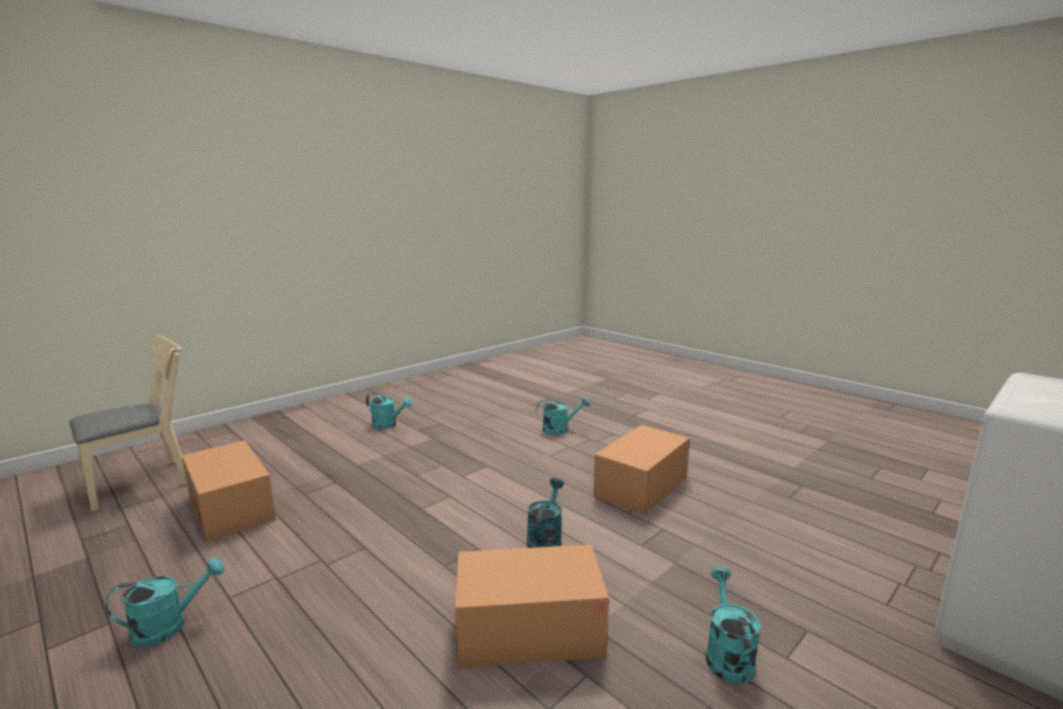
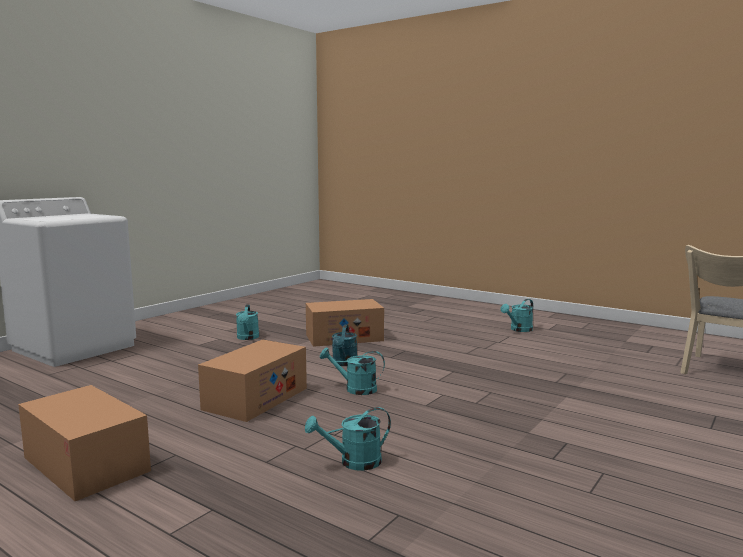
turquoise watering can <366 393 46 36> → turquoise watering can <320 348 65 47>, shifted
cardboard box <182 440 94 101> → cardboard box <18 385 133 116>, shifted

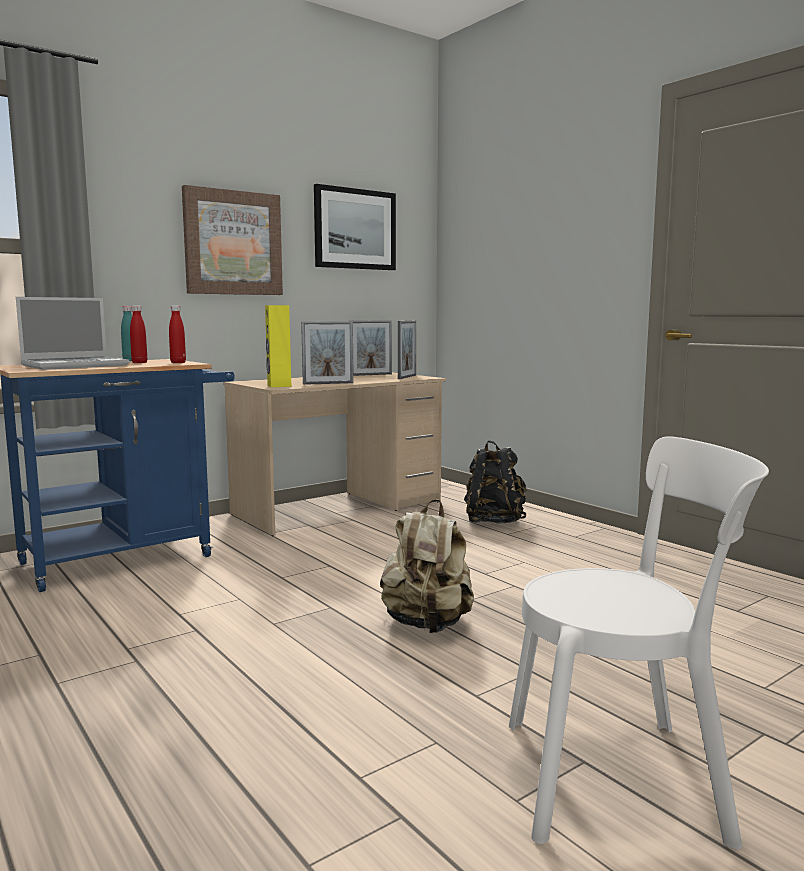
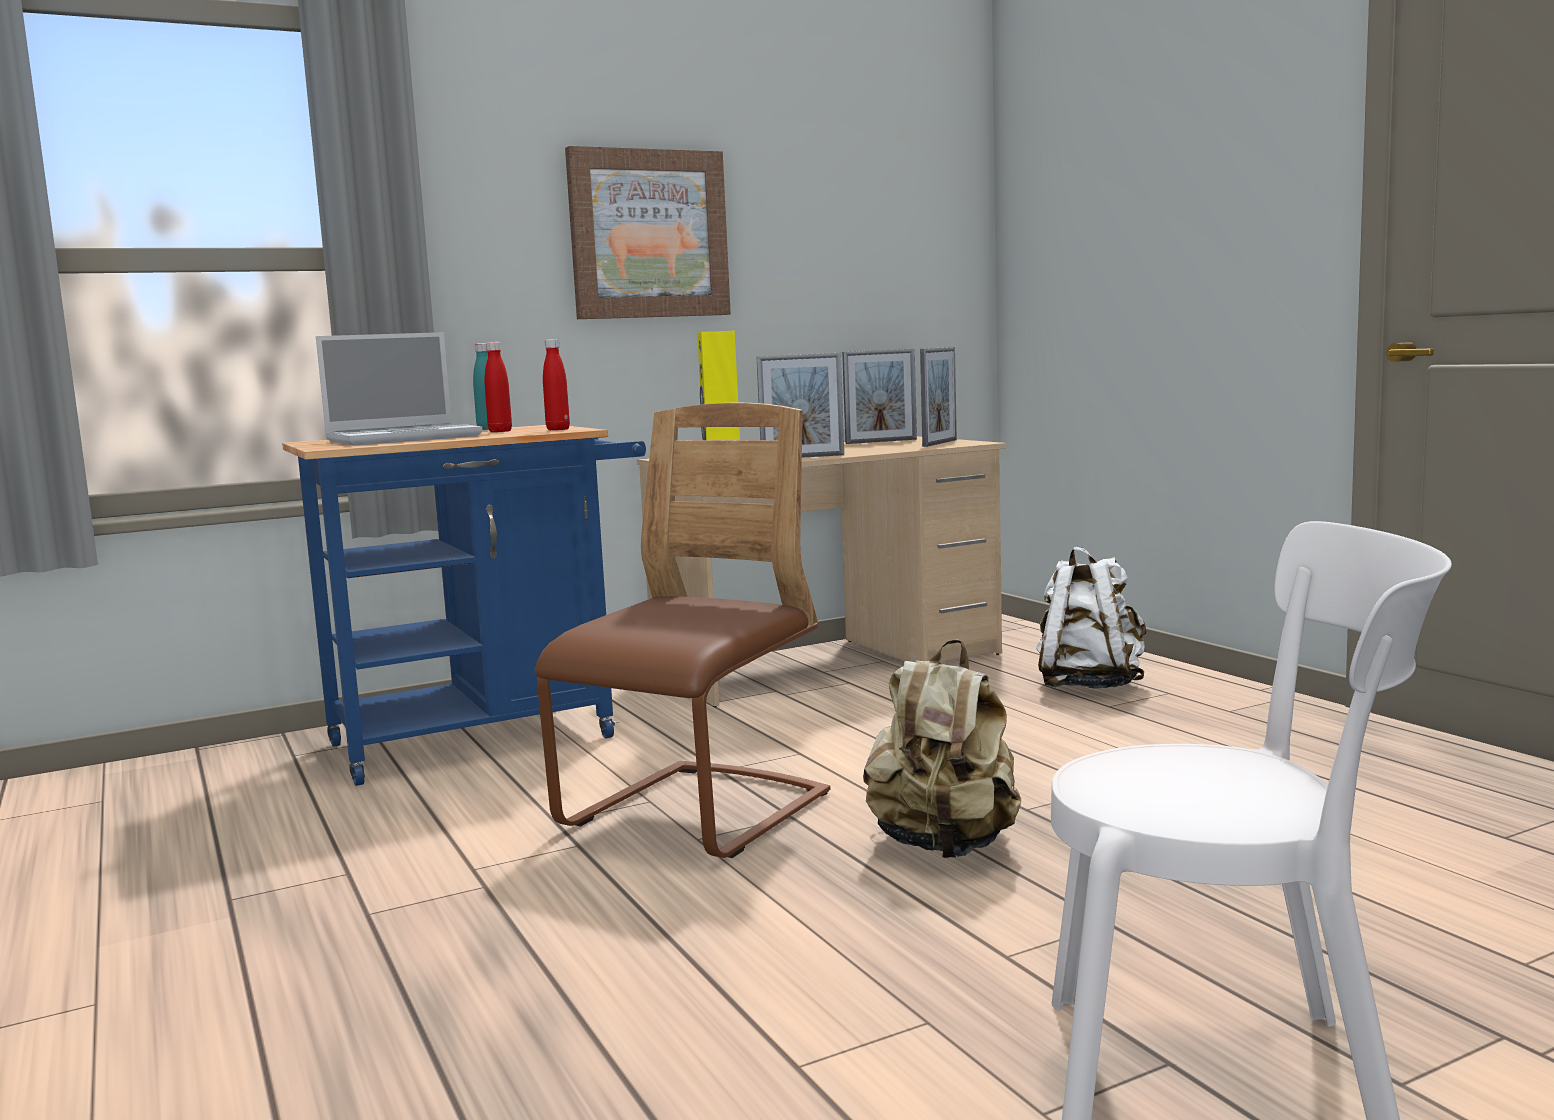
picture <314 184 82 86> → -
black backpack <464 441 63 83> → white backpack <1036 547 110 142>
- → brown chair <535 403 295 455>

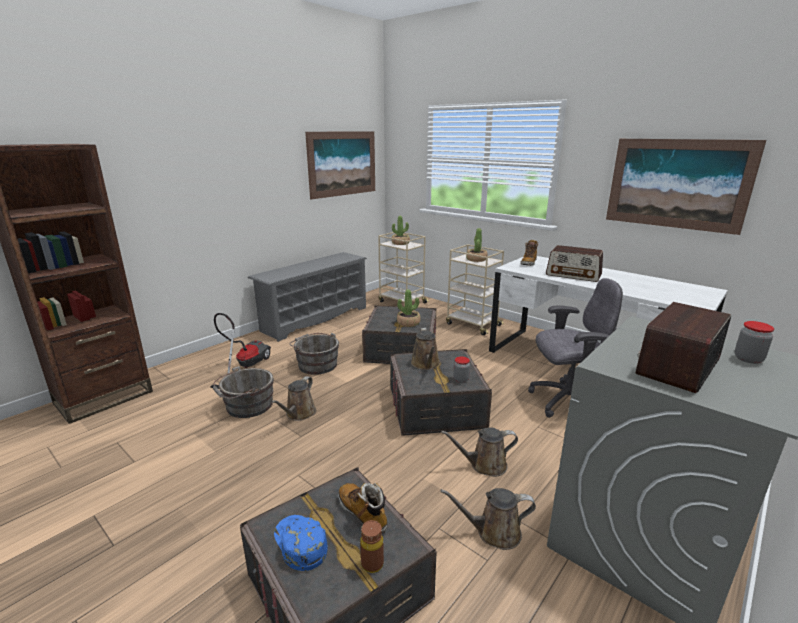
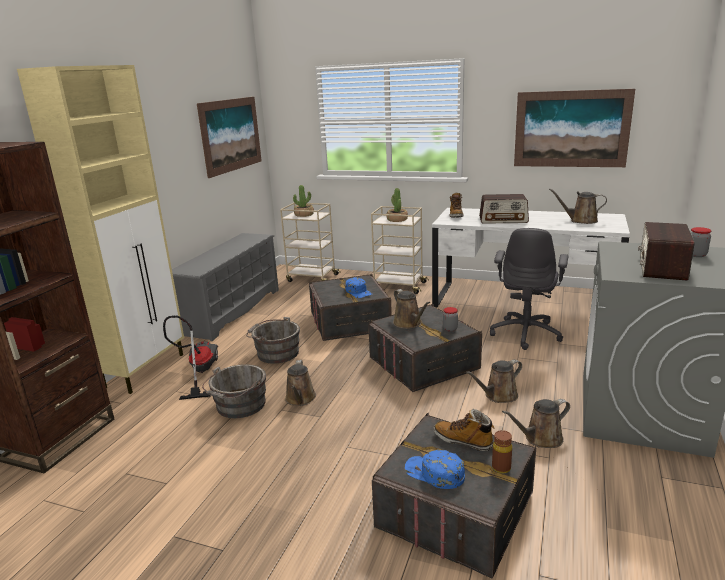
grey office chair <528 278 95 140> → grey office chair <490 228 78 122>, 135 degrees clockwise
potted plant <397 289 24 38> → blue cap <345 277 27 21>
- → beige cabinet <17 65 167 329>
- → brown watering can <549 189 58 35>

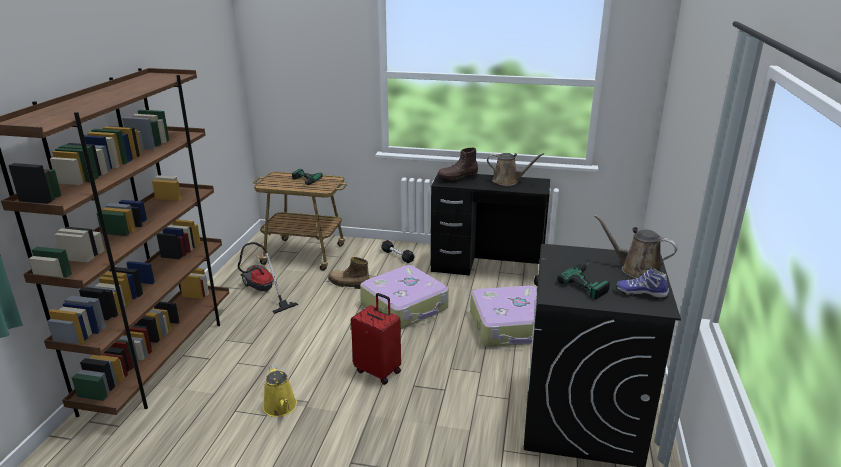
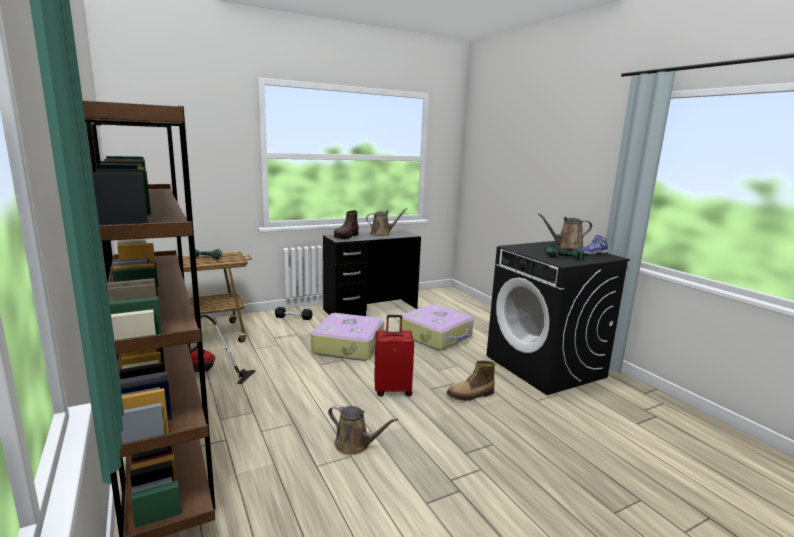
boot <328 257 41 32> → boot <447 361 48 40>, shifted
yellow watering can <263 365 34 52> → brown watering can <328 405 70 50>

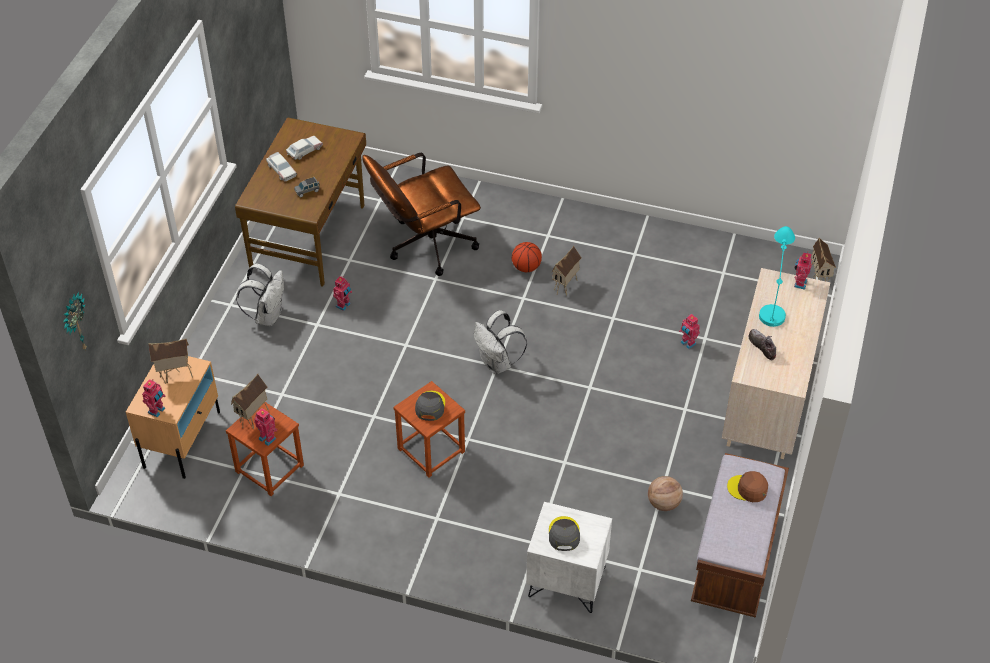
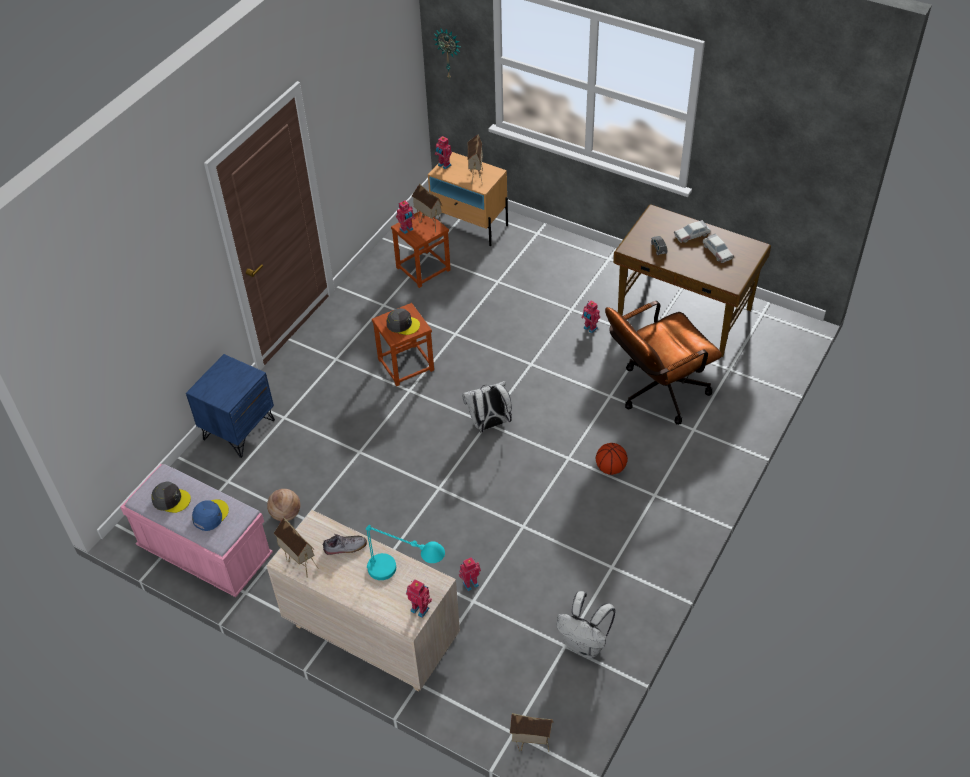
brown office chair <362 153 119 123> → brown office chair <605 301 117 124>, 105 degrees counterclockwise
toy house <552 246 29 50> → toy house <273 517 46 61>, shifted
white backpack <236 263 48 63> → white backpack <556 591 59 67>, shifted
brown bench <691 453 98 165> → pink bench <120 464 153 133>
brown cap <727 471 41 31> → blue cap <192 499 37 32>
white nightstand <526 502 86 111> → blue nightstand <186 354 89 104>
grey cap <549 516 31 35> → grey cap <151 481 40 32>, shifted

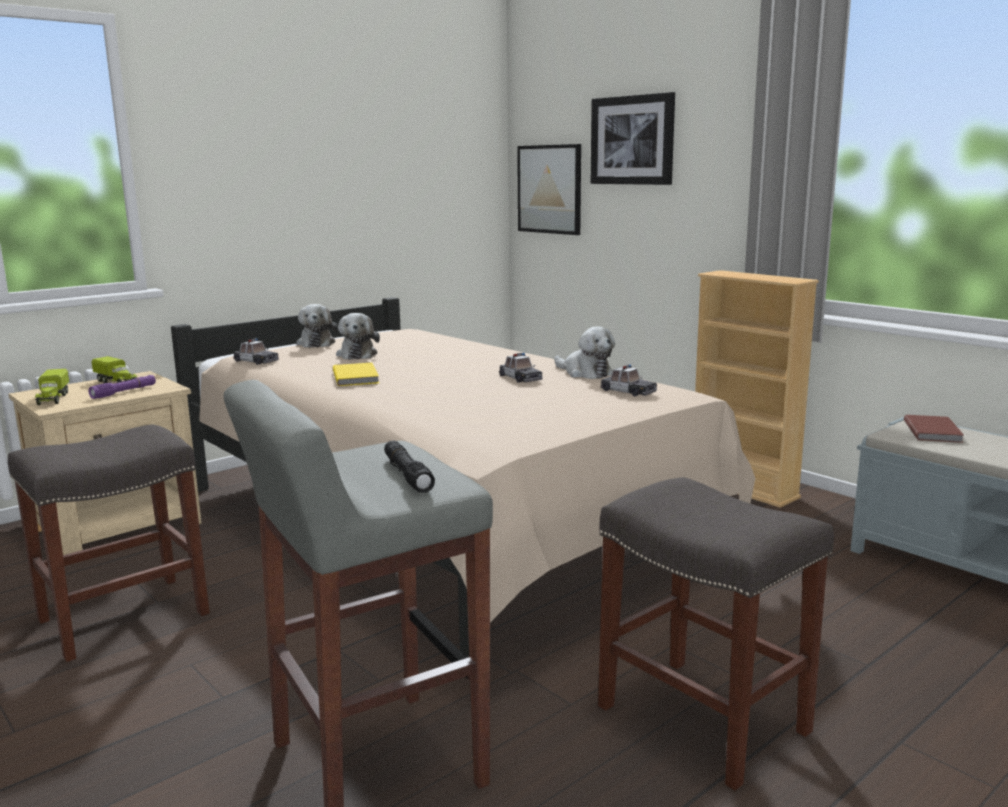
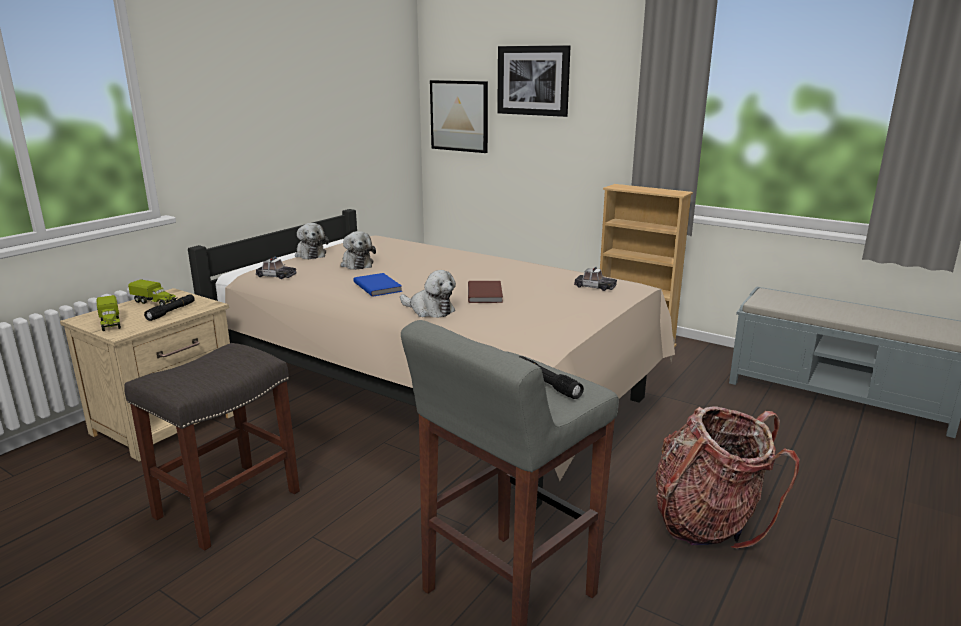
plush toy <554 327 61 52> → plush toy <400 270 56 48>, shifted
toy car <499 353 44 29> → -
yellow book <333 363 46 23> → blue book <353 273 49 24>
purple flashlight <88 375 68 24> → black flashlight <144 294 51 27>
brown book <904 415 60 28> → brown book <468 281 35 22>, shifted
grey stool <598 477 236 314> → backpack <655 407 145 142>

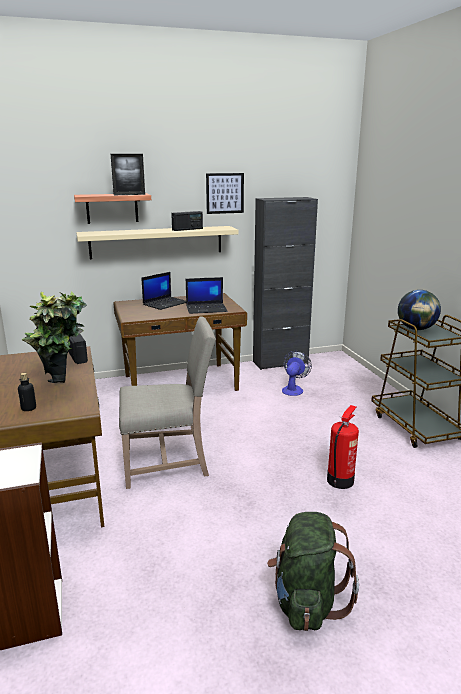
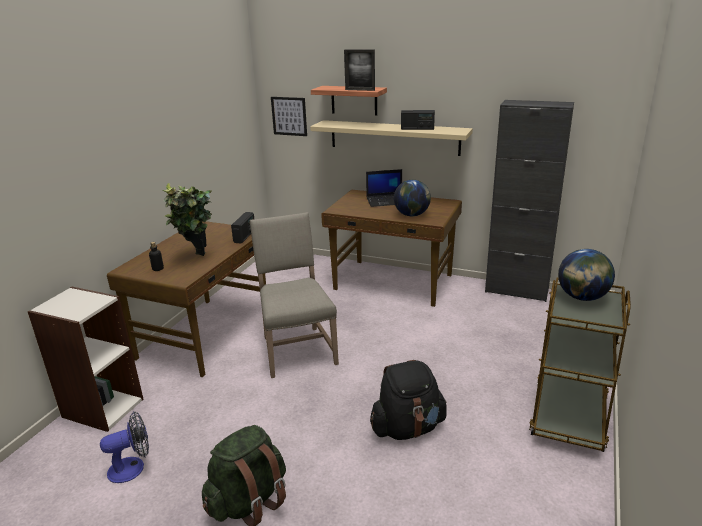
picture <206 173 38 41> → picture <271 97 36 39>, shifted
laptop <186 277 42 37> → globe <394 180 37 36>
beige chair <119 316 97 173> → beige chair <250 212 89 166>, 135 degrees counterclockwise
fan <282 351 30 45> → fan <100 412 49 71>, shifted
fire extinguisher <327 405 32 84> → black backpack <370 360 77 80>

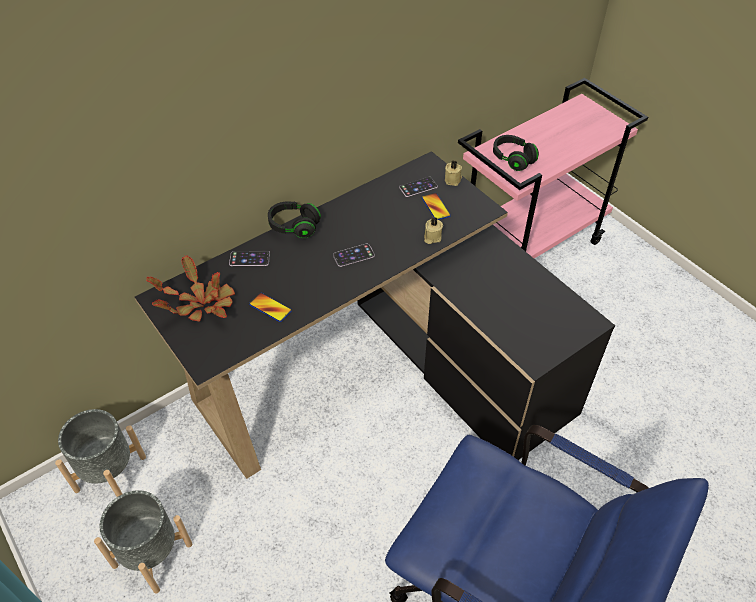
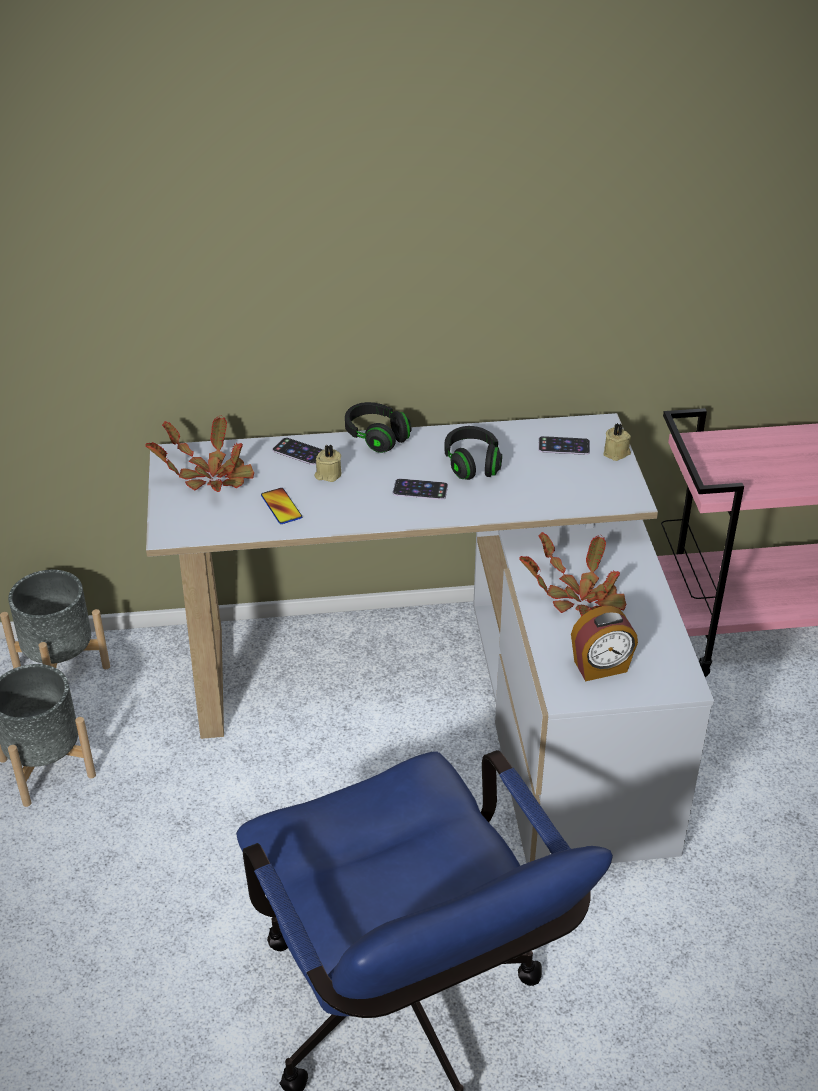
black headphones <493 135 46 36> → black headphones <445 426 57 54>, shifted
black desk <135 151 480 328> → white desk <146 413 568 450>
phone <422 193 29 27> → -
beige candle <424 217 19 27> → beige candle <315 444 26 38>, shifted
- → potted plant <519 532 107 84>
- → alarm clock <571 606 67 75>

